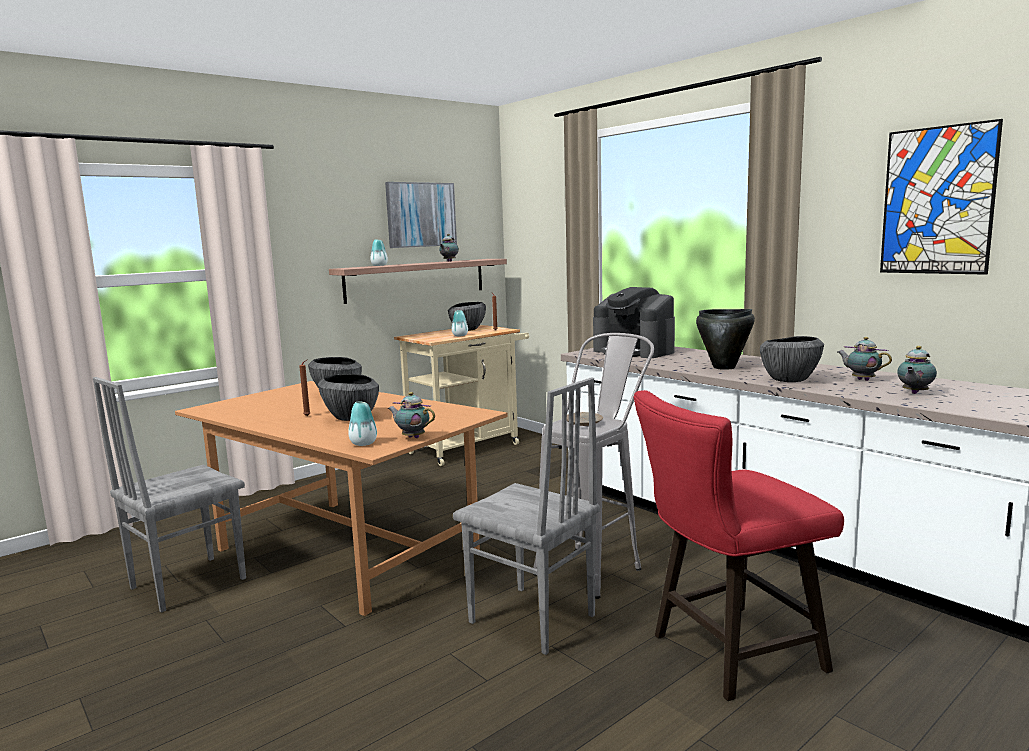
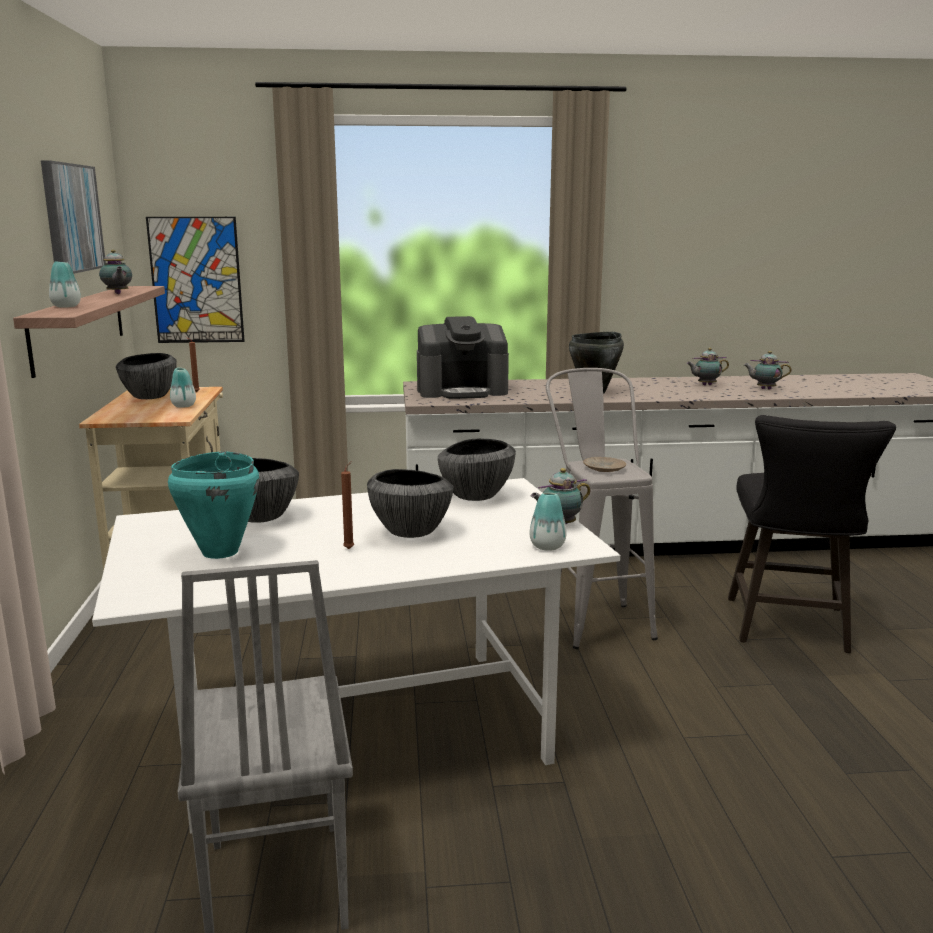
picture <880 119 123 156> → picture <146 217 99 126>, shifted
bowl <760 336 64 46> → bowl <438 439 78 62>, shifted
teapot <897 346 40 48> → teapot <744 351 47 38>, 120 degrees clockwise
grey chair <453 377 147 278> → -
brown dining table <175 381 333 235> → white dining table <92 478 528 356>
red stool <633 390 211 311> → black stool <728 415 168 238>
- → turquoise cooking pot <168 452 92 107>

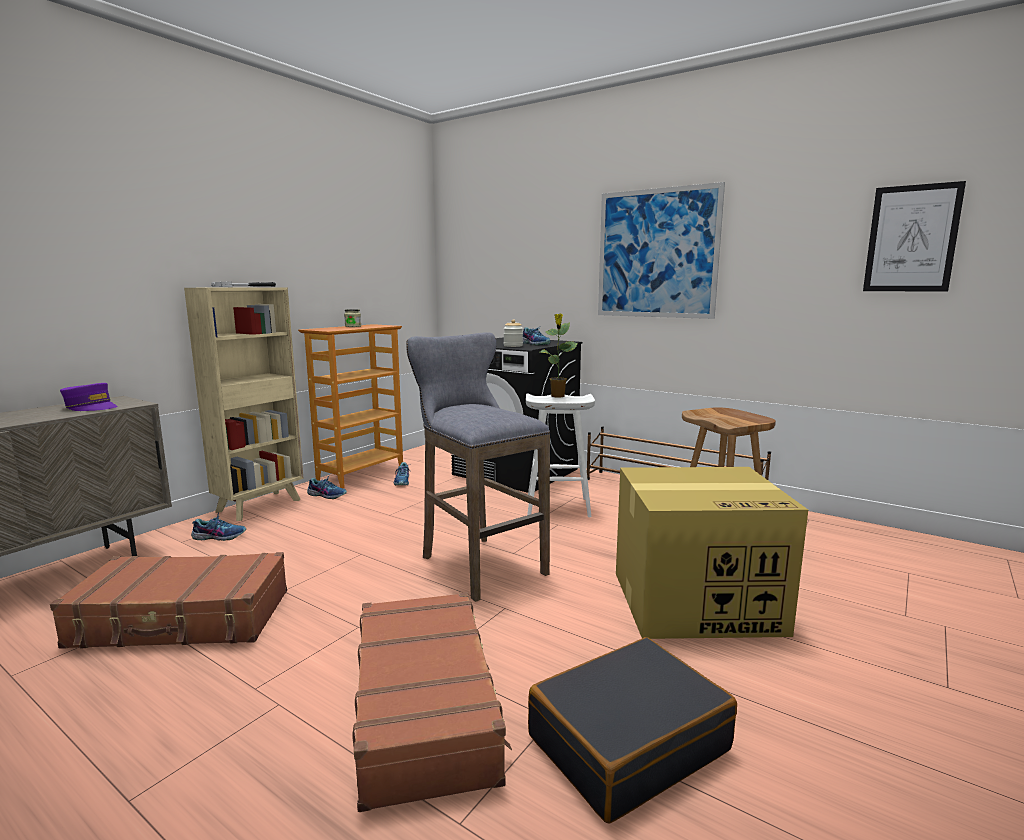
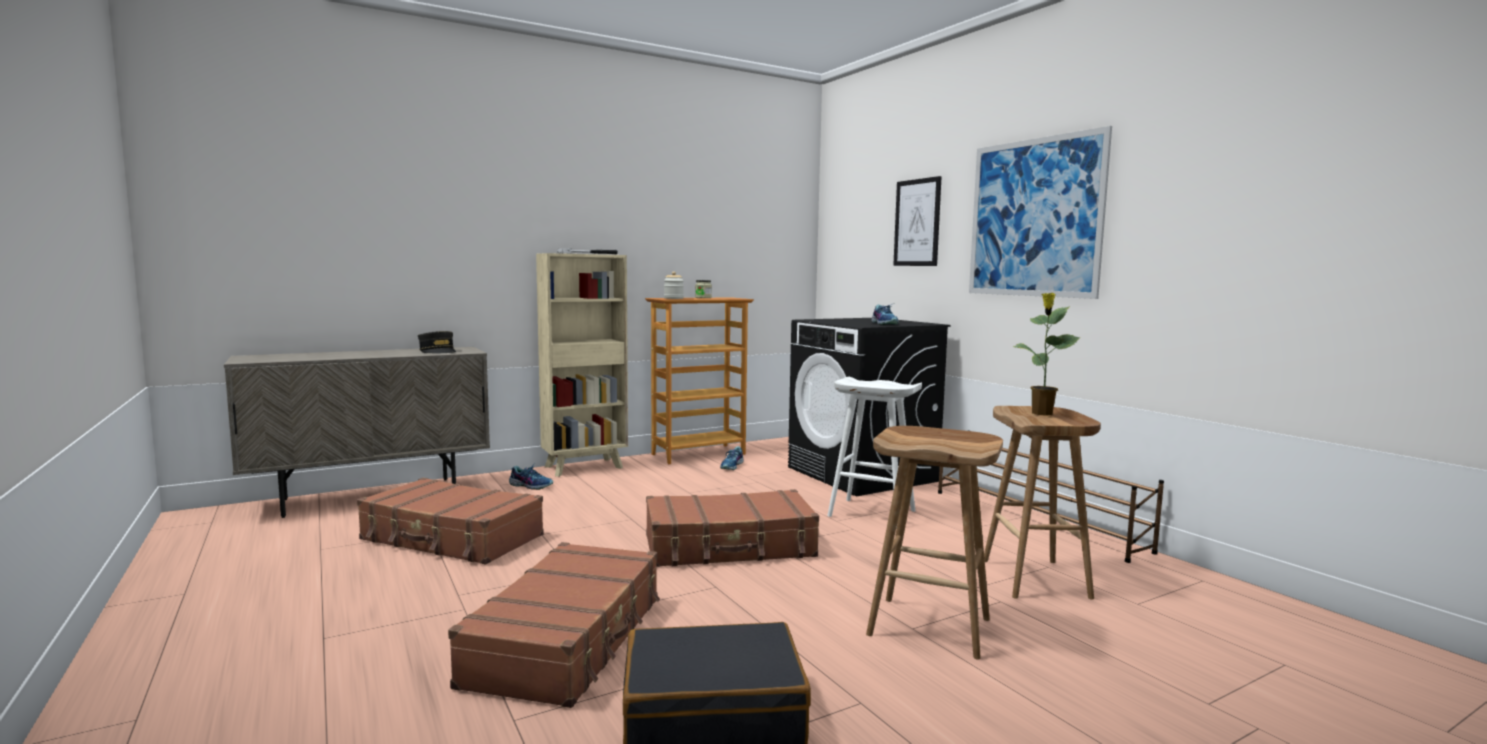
picture <863 181 103 111> → picture <893 176 49 90>, shifted
potted plant <540 314 37 83> → potted plant <1013 293 67 123>, shifted
jar <503 319 20 28> → jar <664 271 20 28>, shifted
grey stool <406 332 144 270> → brown suitcase <646 489 173 78>
purple cap <60 383 57 28> → grey cap <418 331 38 22>
cardboard box <616 467 192 172> → brown stool <866 426 137 234>
shoe <307 476 40 23> → -

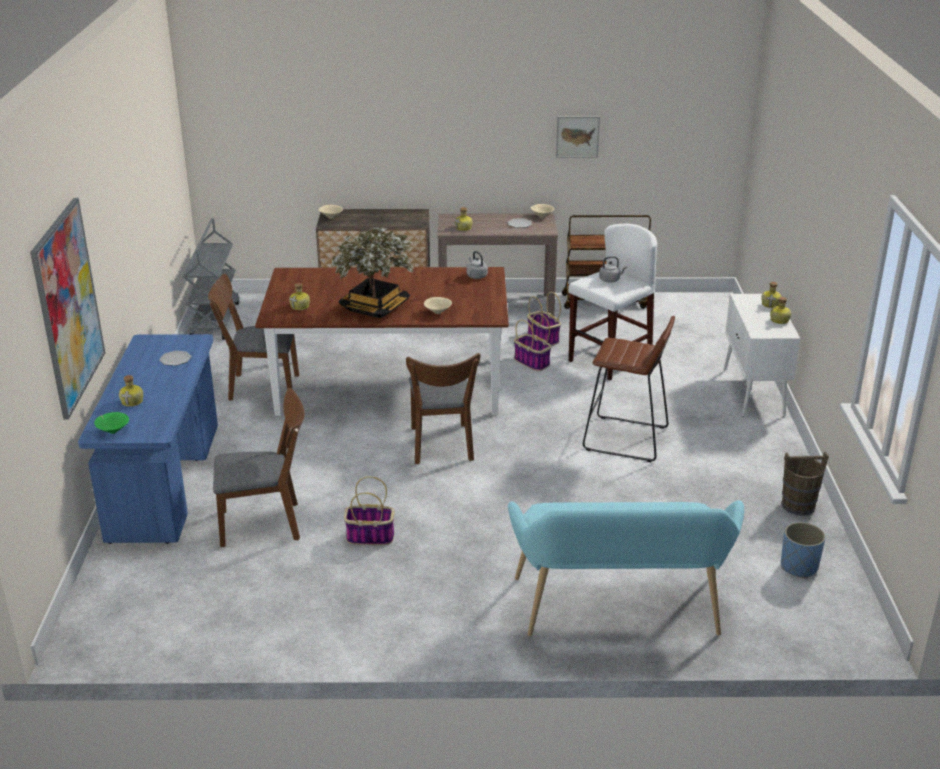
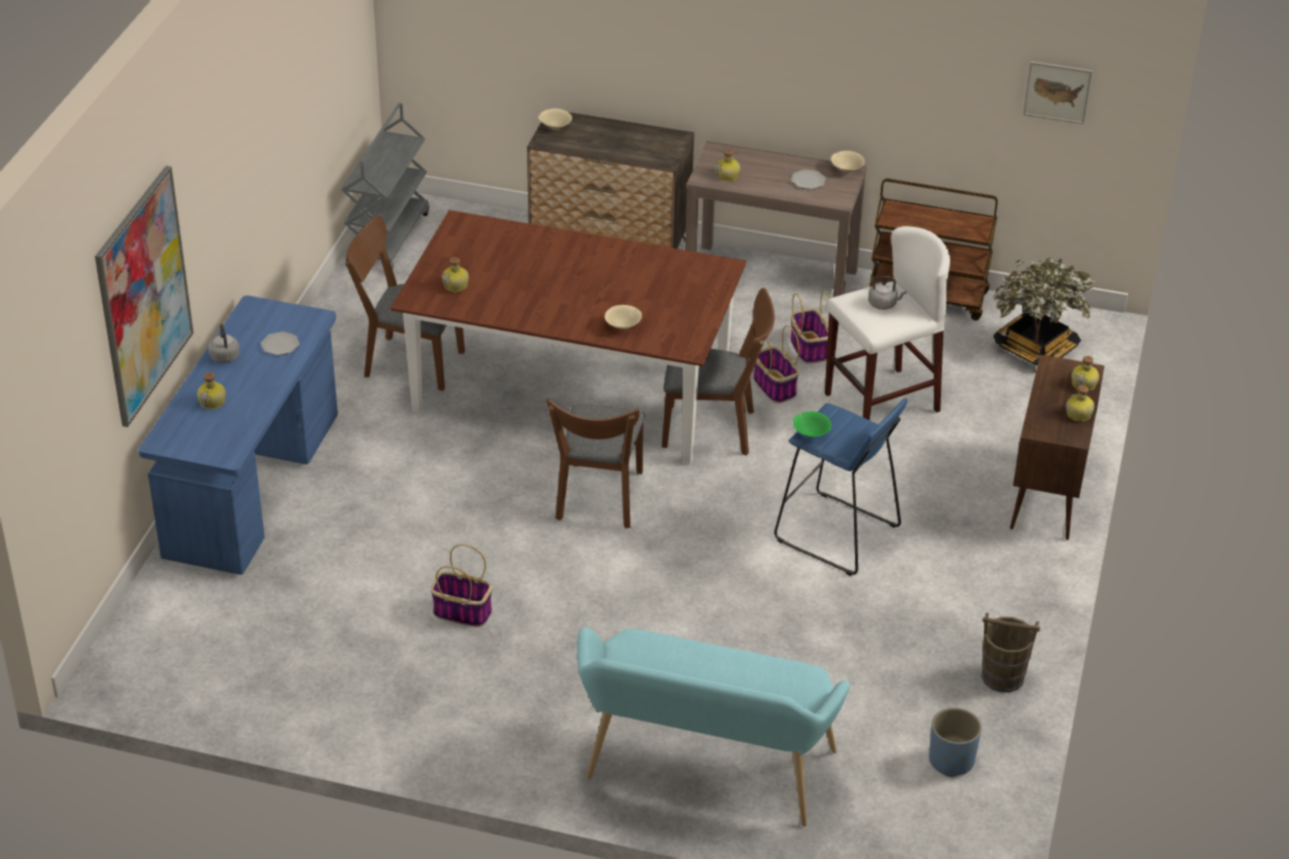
picture <556 116 44 42> → picture <1023 61 69 63>, shifted
potted plant <332 225 82 93> → potted plant <993 257 102 108>, shifted
grey kettle <467 251 21 28> → grey kettle <209 324 31 39>, shifted
white cabinet <724 294 76 123> → brown cabinet <1010 354 94 186>
brown stool <583 316 92 146> → blue stool <774 398 133 178>
brown chair <213 388 92 159> → brown chair <662 288 113 168>, shifted
green bowl <94 412 35 22> → green bowl <793 411 38 27>, shifted

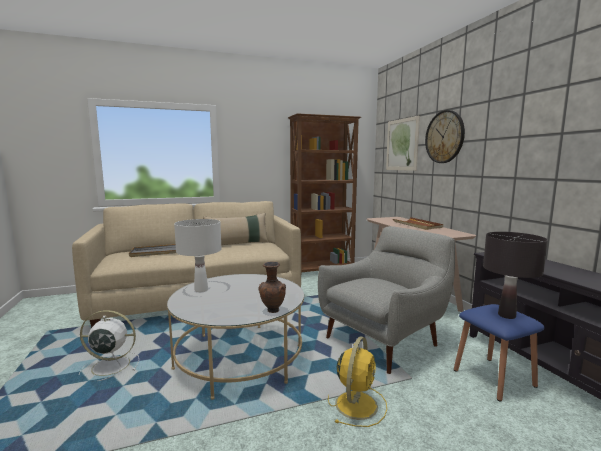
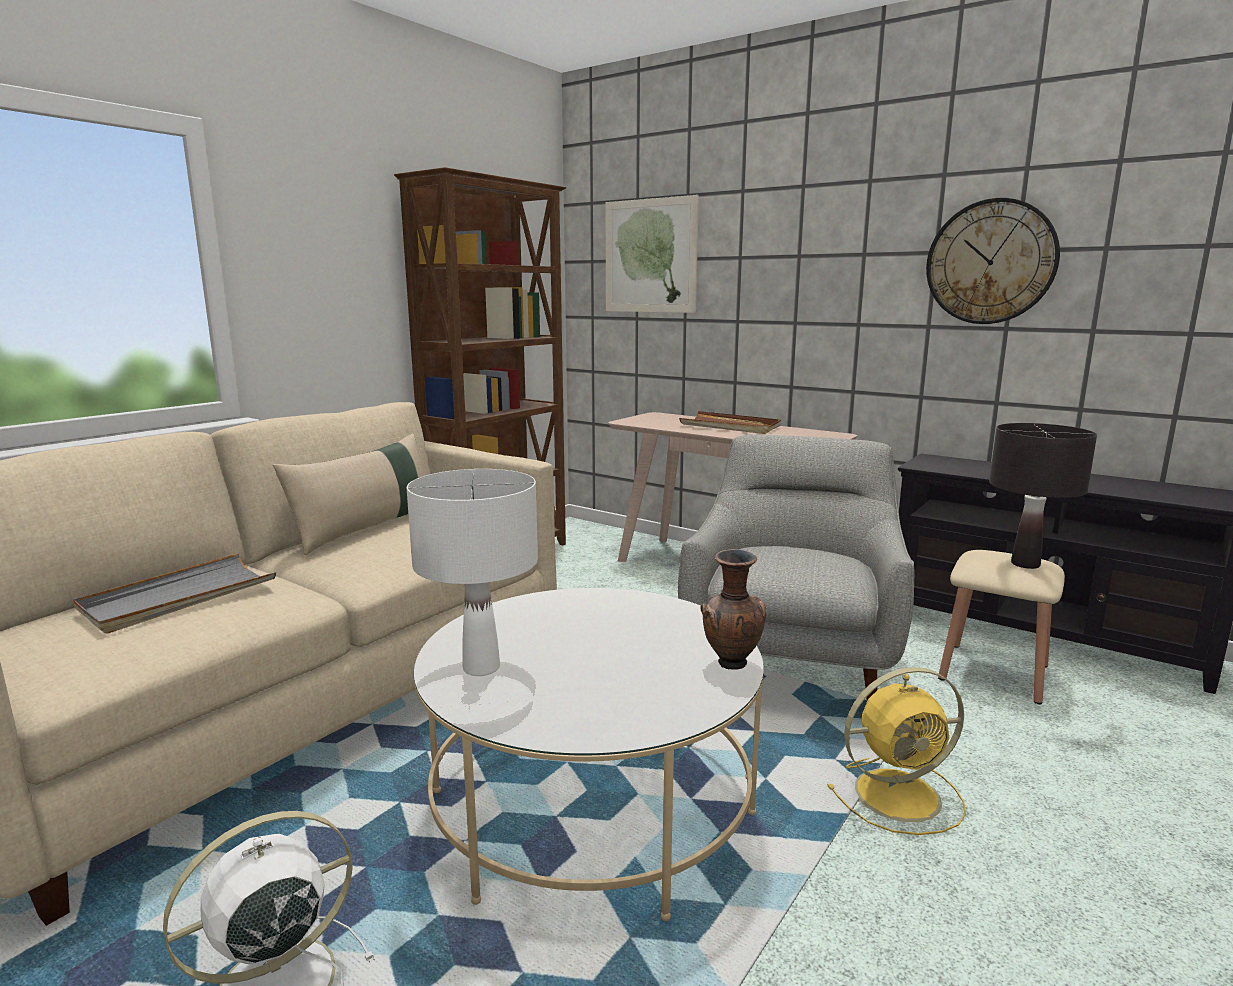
wall clock <425 110 40 53> → wall clock <926 198 134 126>, shifted
blue stool <454 304 91 98> → beige stool <938 550 127 154>
yellow fan <328 336 59 91> → yellow fan <827 667 139 168>, 90 degrees clockwise

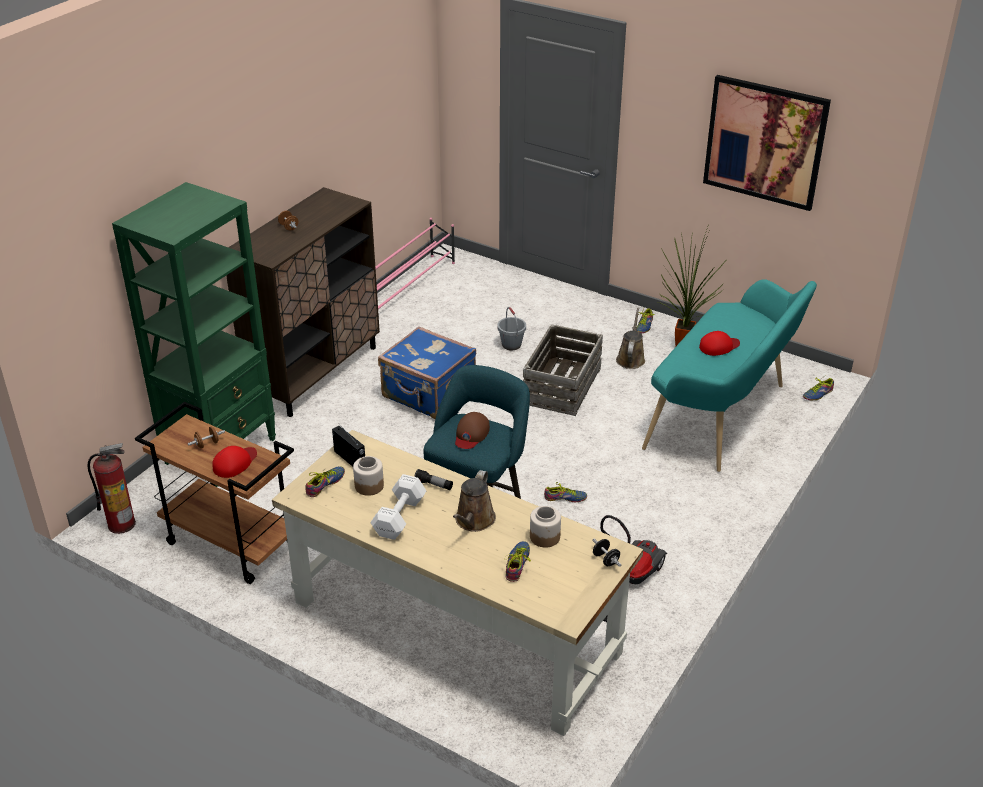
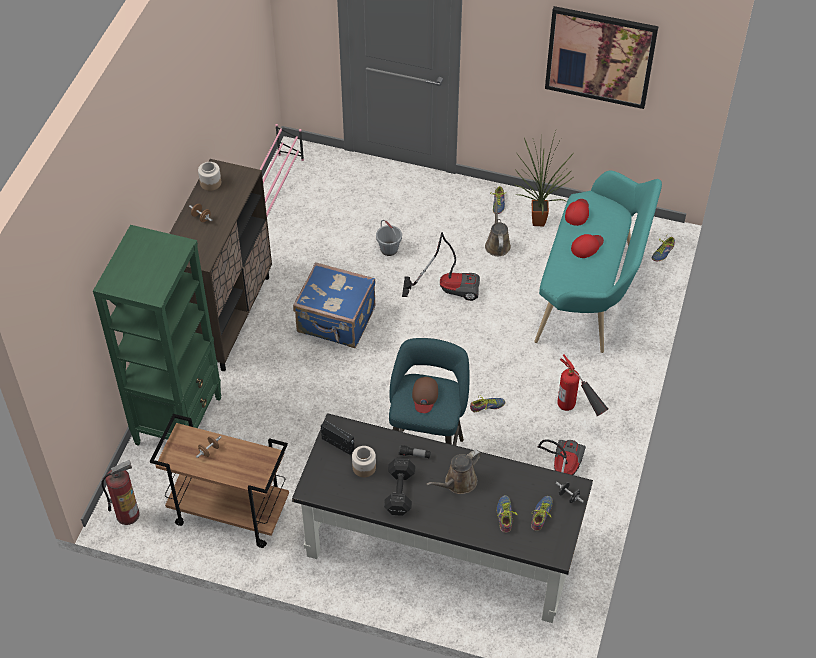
crate <523 324 80 92> → vacuum cleaner <402 232 78 69>
beige desk <272 430 371 306> → black desk <292 413 301 210>
red cap <212 446 45 32> → red cap <565 199 24 27>, shifted
shoe <305 466 40 31> → shoe <531 496 22 35>, shifted
brown watering can <453 470 43 62> → brown watering can <427 450 54 44>, 45 degrees clockwise
white dumbbell <370 474 56 66> → black dumbbell <384 457 31 59>
jar <530 506 31 42> → jar <198 162 23 29>, shifted
- → fire extinguisher <557 354 52 62>

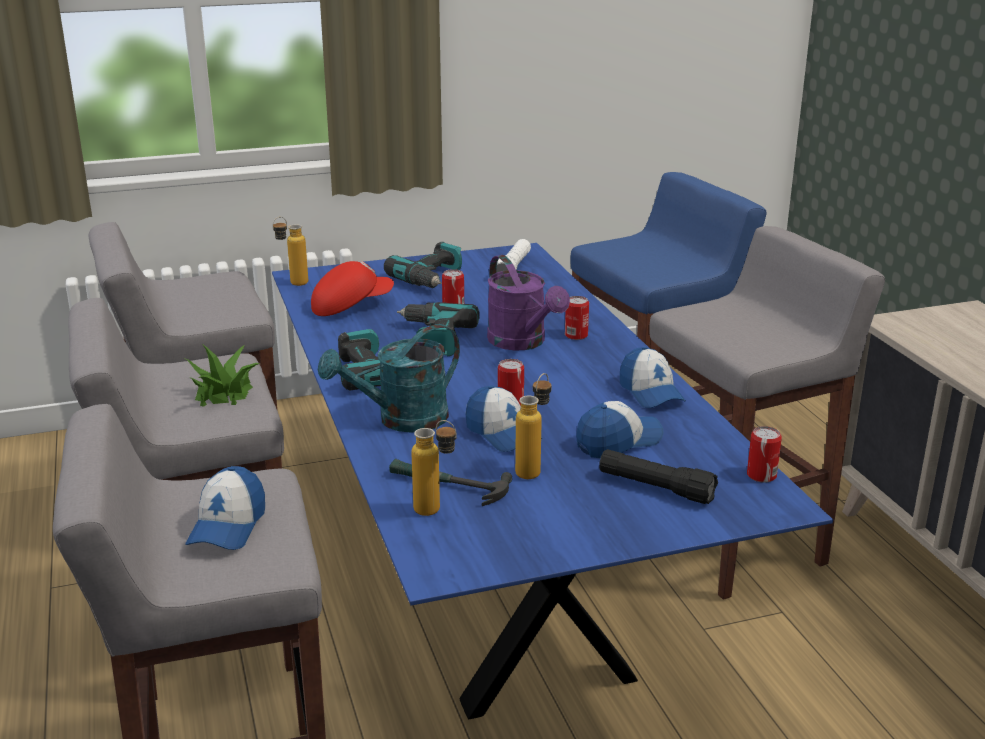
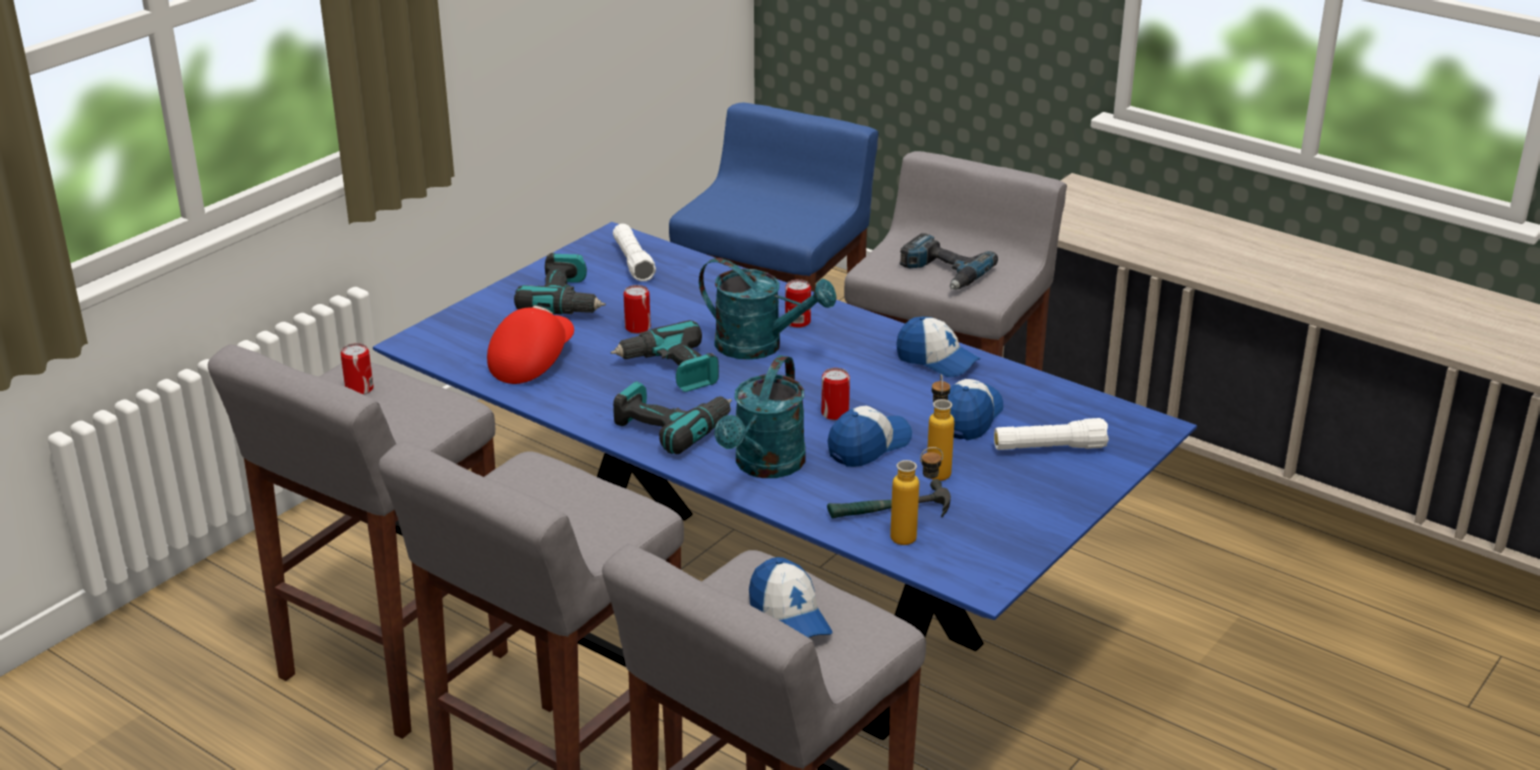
bottle <273 217 35 69> → -
purple watering can <487 255 83 96> → turquoise watering can <699 258 138 102>
potted plant <185 345 75 62> → -
cap <466 386 77 66> → cap <827 406 85 61>, 60 degrees counterclockwise
can <747 426 35 57> → can <341 343 33 52>, shifted
black flashlight <599 449 119 55> → white flashlight <994 418 115 32>
- → power drill <900 233 98 57>

